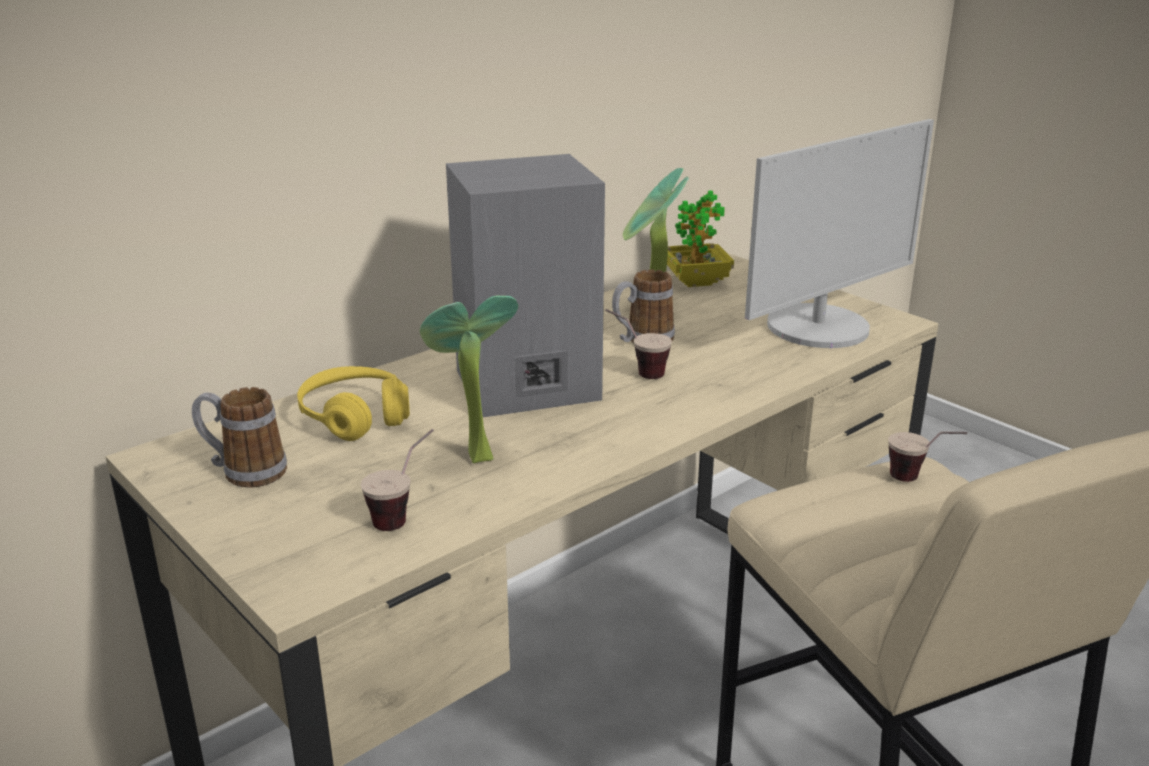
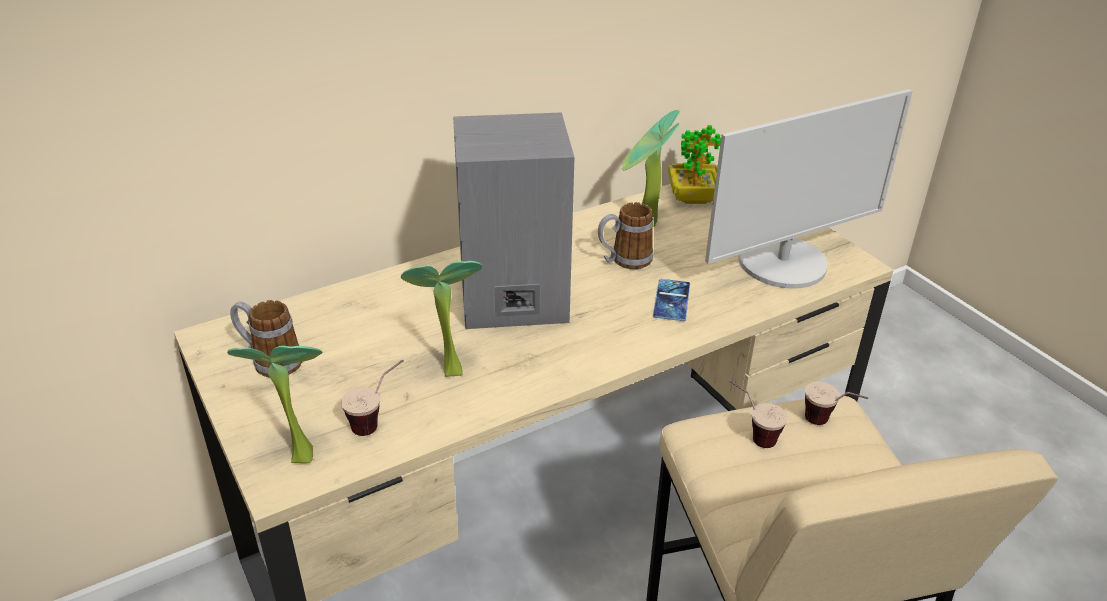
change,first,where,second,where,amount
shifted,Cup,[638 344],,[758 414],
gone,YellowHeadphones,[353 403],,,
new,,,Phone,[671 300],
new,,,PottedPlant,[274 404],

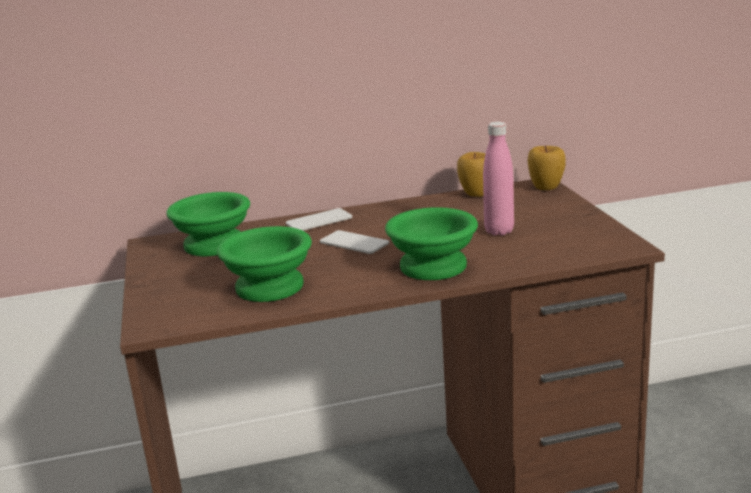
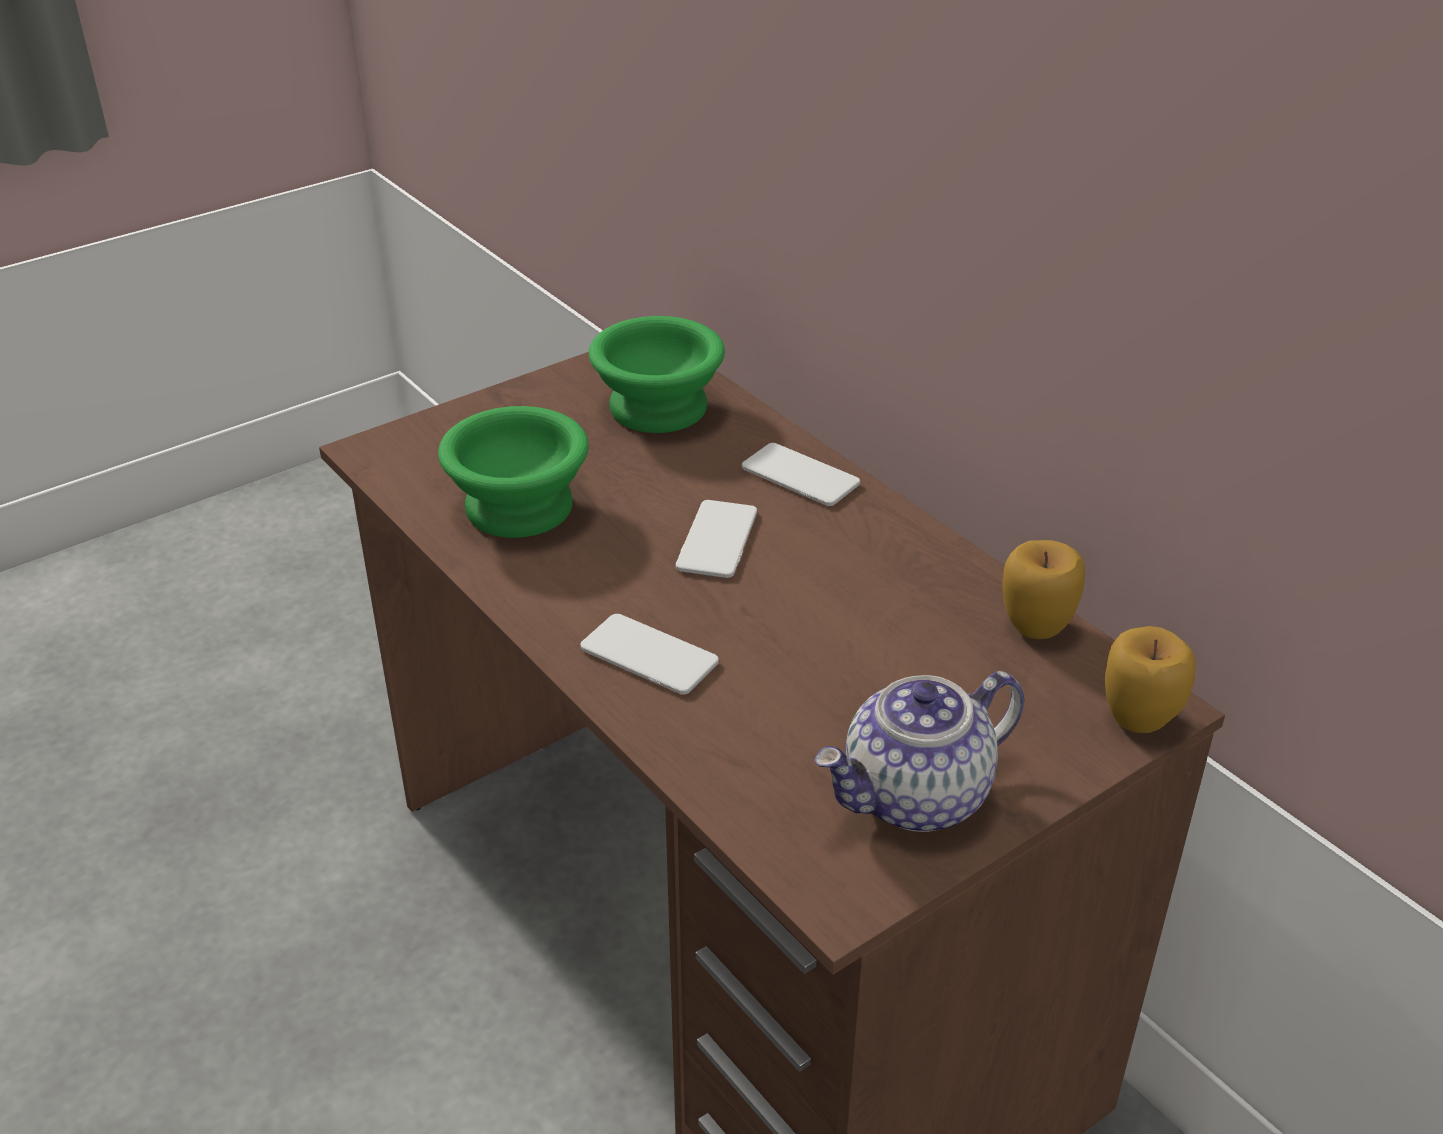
change,first,where,second,where,amount
gone,PinkBottle,[498 178],,,
swapped,GreenBowl,[431 243],Phone,[649 654],
new,,,Teapot,[919 751],

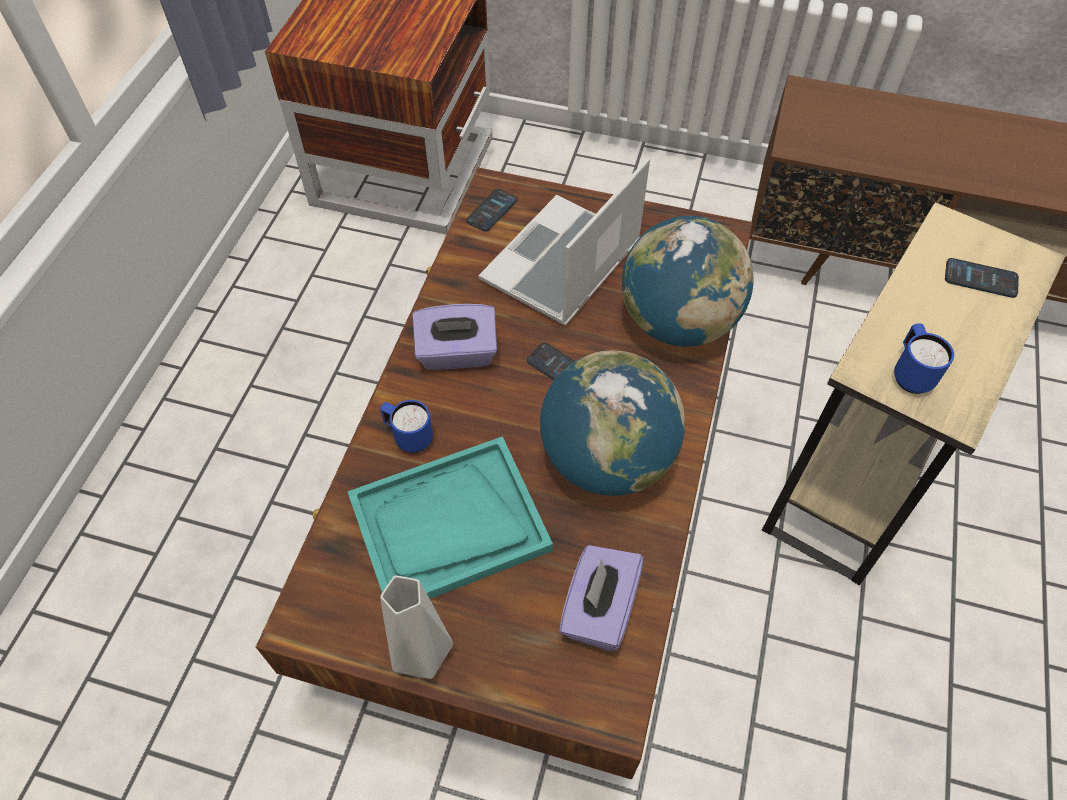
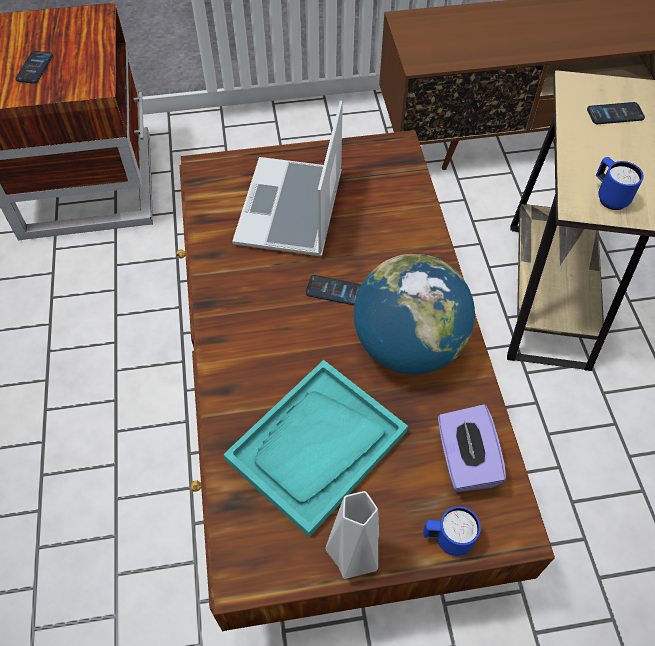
change,first,where,second,where,amount
shifted,Phone,[491 210],,[34 67],
gone,Globe,[687 281],,,
gone,PurpleTissueBox,[455 337],,,
shifted,BlueMug,[406 426],,[452 531],

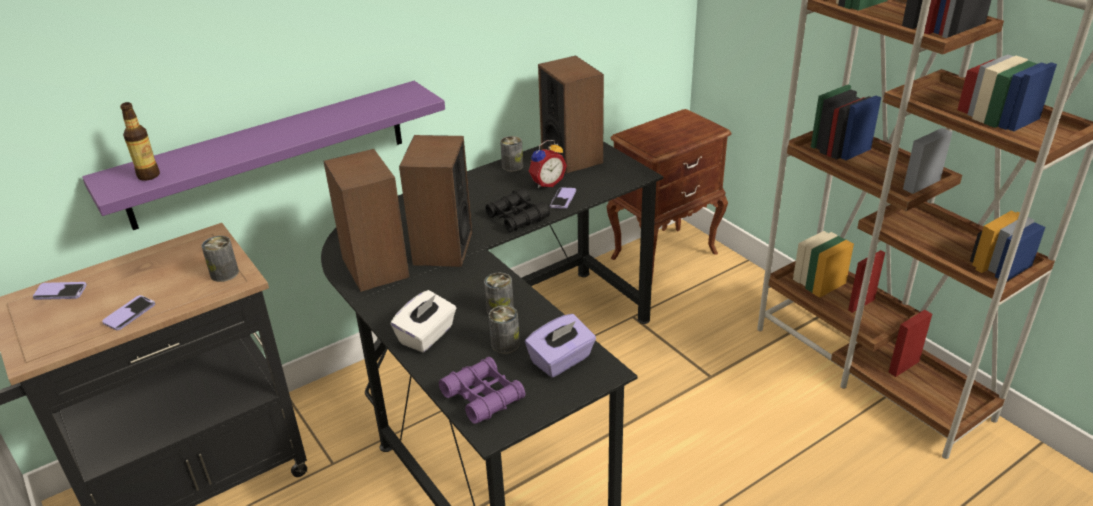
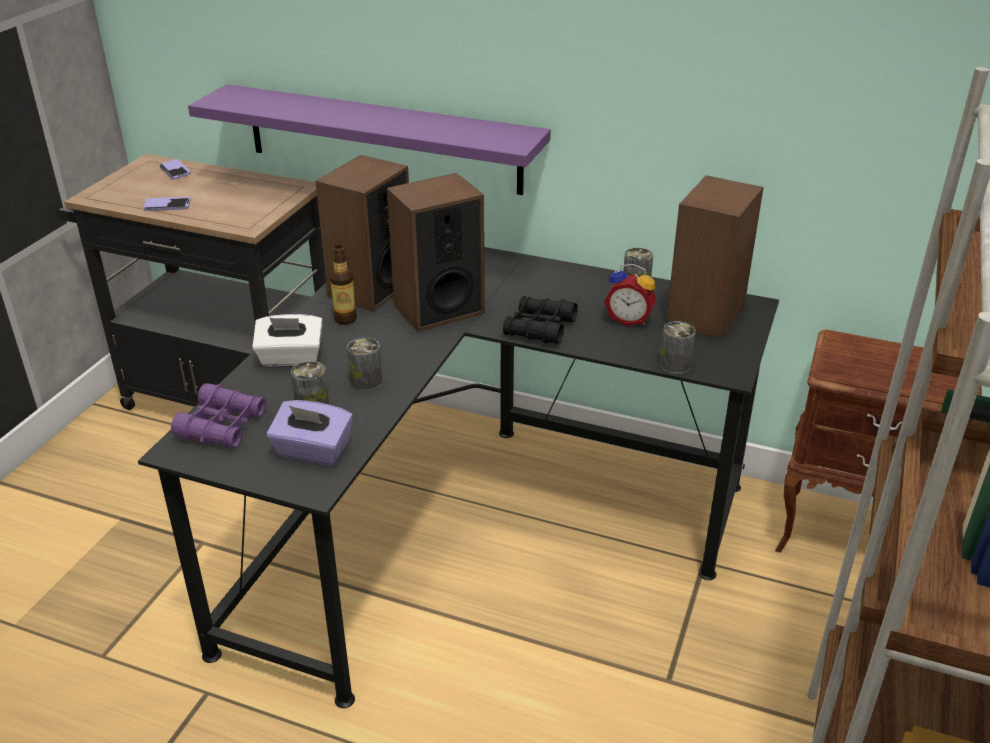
change,first,where,second,where,amount
shifted,Bottle,[140 141],,[343 285],
gone,Phone,[563 198],,,
shifted,Can,[220 259],,[678 347],

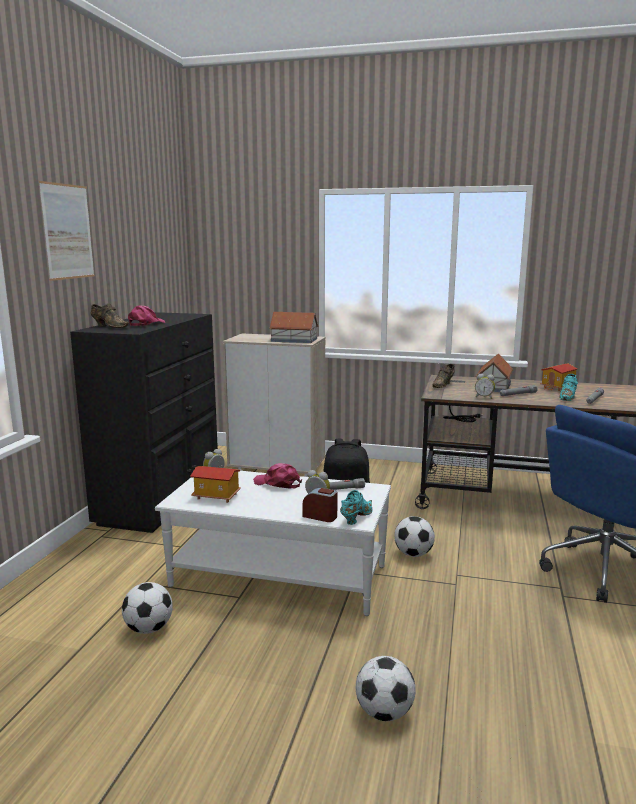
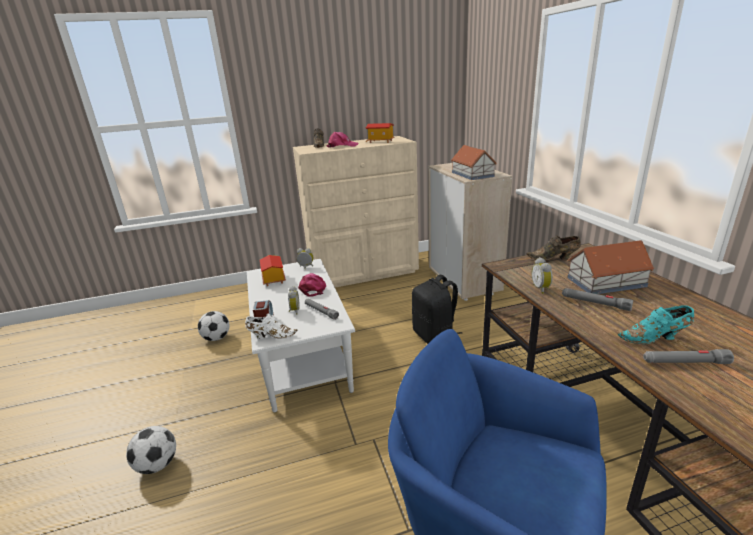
change,first,where,second,where,amount
gone,Picture,[67 231],,,
repainted,BlackDresser,[144 422],BeigeDresser,[356 212],
shifted,ToyHouse,[559 377],,[380 133],
repainted,TurquoiseShoe,[356 507],WhiteShoe,[271 326],
gone,Football,[414 536],,,

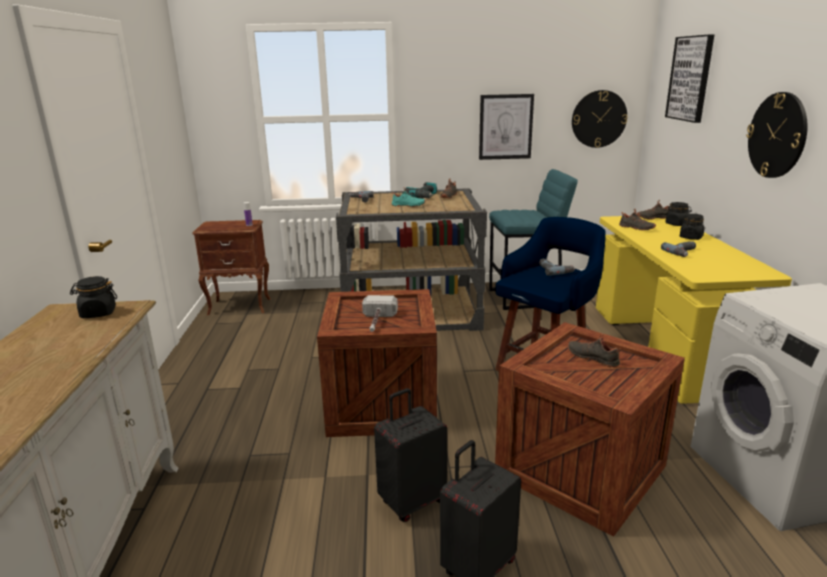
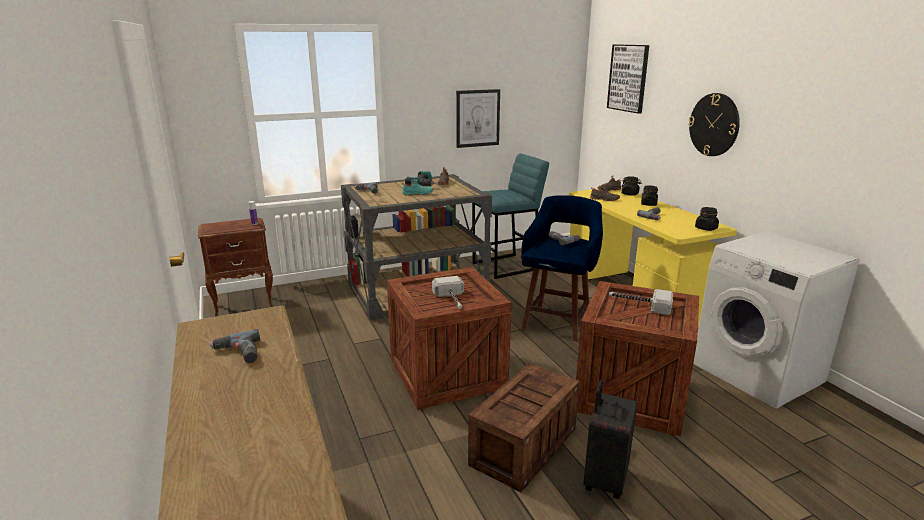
change,first,where,second,where,amount
gone,WallClock,[600 119],,,
shifted,BlackJar,[93 297],,[707 219],
swapped,BlackShoe,[594 350],Hammer,[641 302],
swapped,BlackSuitcase,[410 455],Crate,[524 427],
new,,,PowerDrill,[235 346],

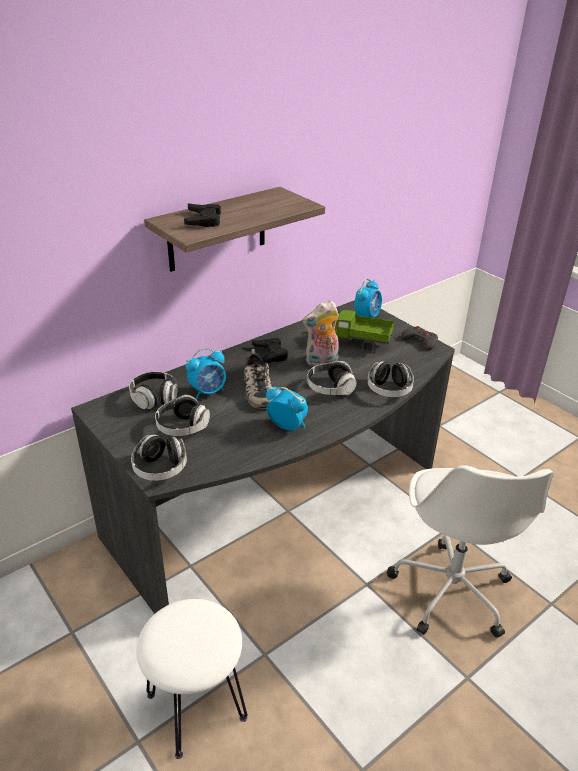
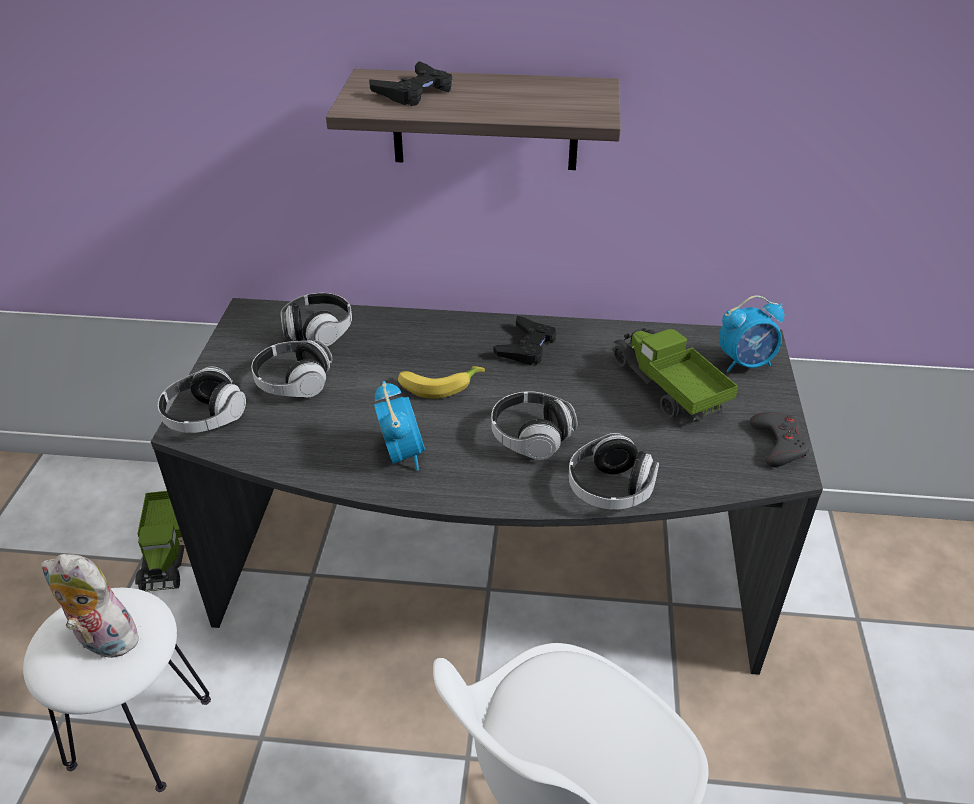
change,first,where,second,where,amount
shifted,PlushToy,[321 333],,[92 606],
gone,AlarmClock,[206 373],,,
swapped,Shoe,[258 379],Banana,[441 382],
new,,,ToyTruck,[160 541],

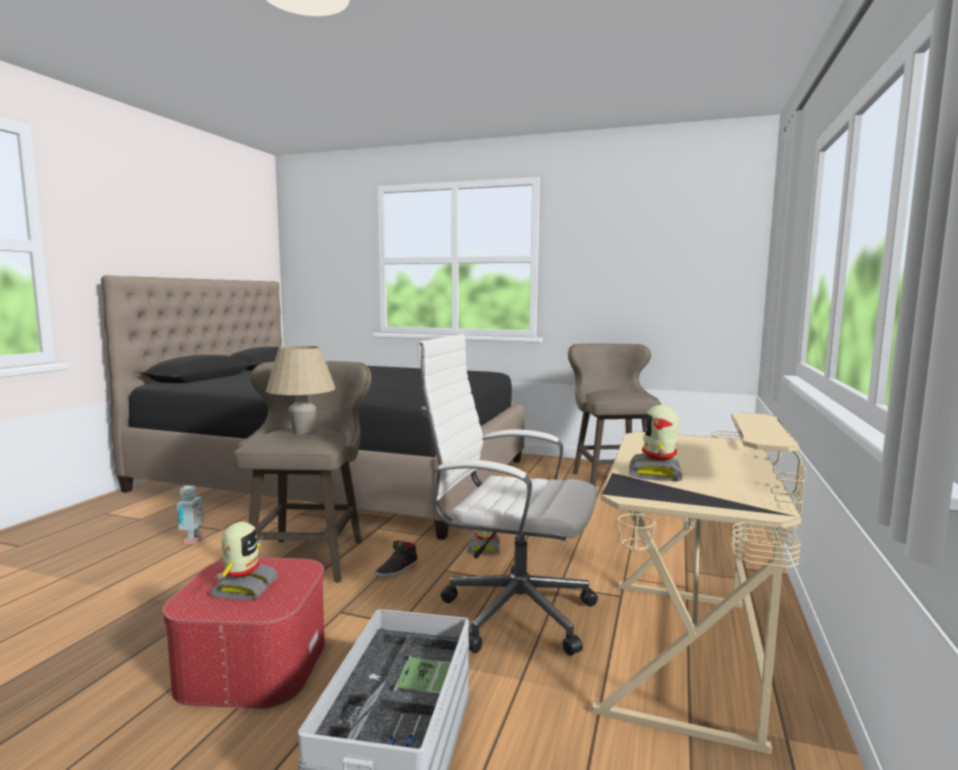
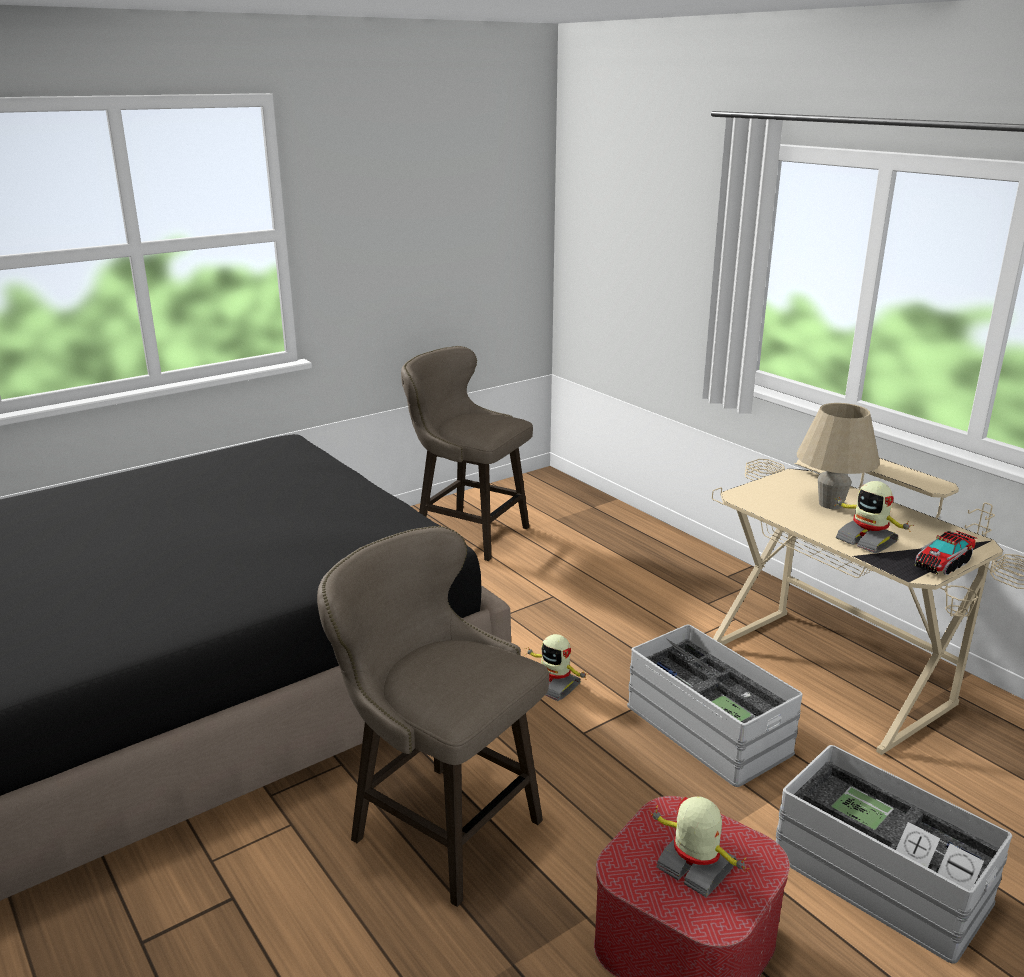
change,first,where,second,where,amount
swapped,WhiteOfficeChair,[508 495],GreyStorageBox,[714 706],
shifted,BeigeTableLamp,[301 389],,[838 456],
gone,ToyRobot,[191 515],,,
gone,BlackShoe,[397 559],,,
new,,,ToyTruck,[946 553],

